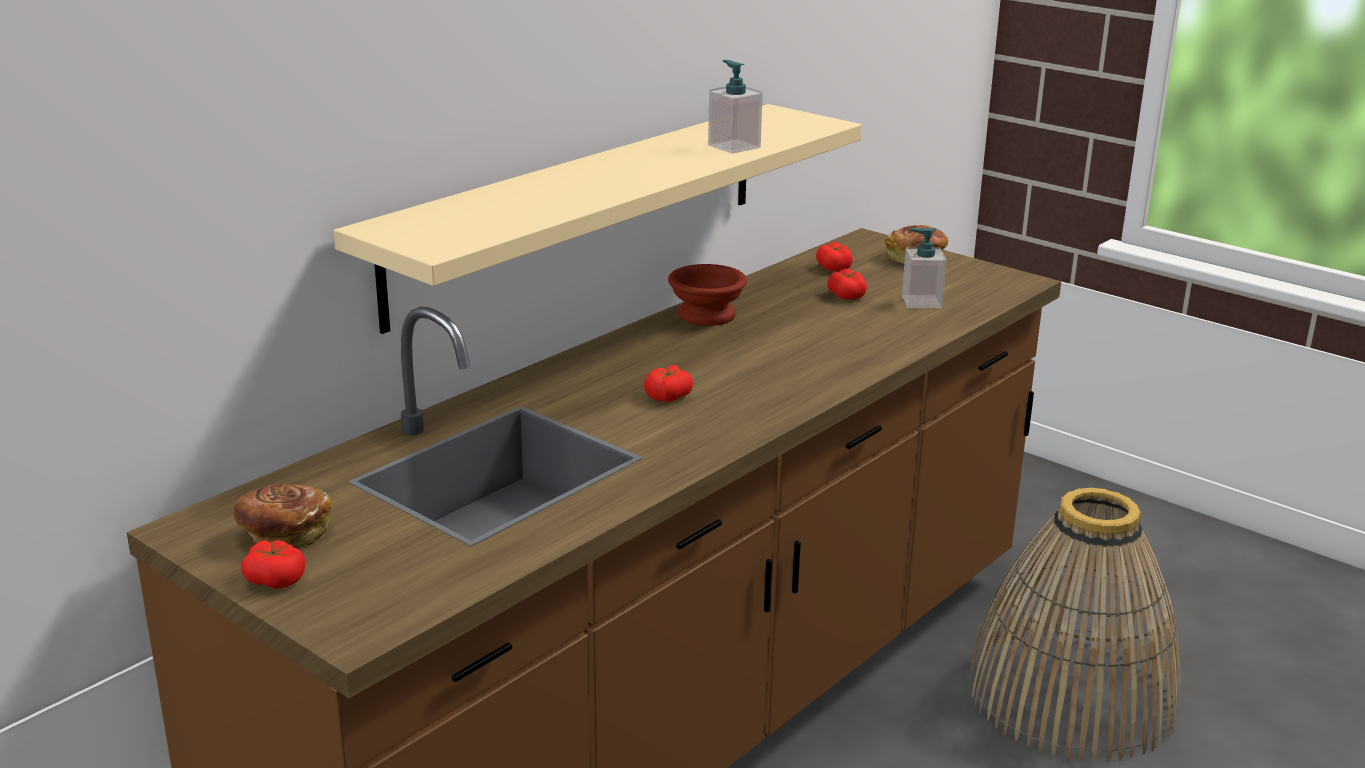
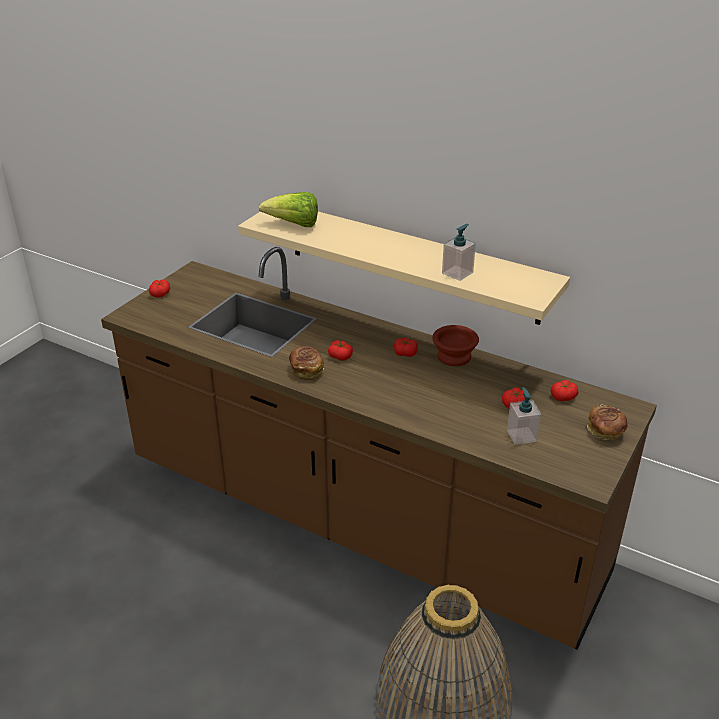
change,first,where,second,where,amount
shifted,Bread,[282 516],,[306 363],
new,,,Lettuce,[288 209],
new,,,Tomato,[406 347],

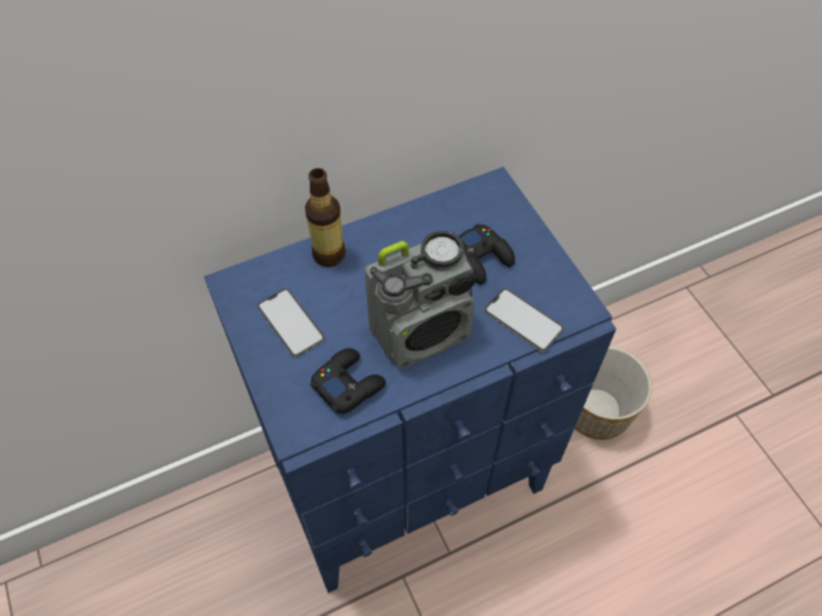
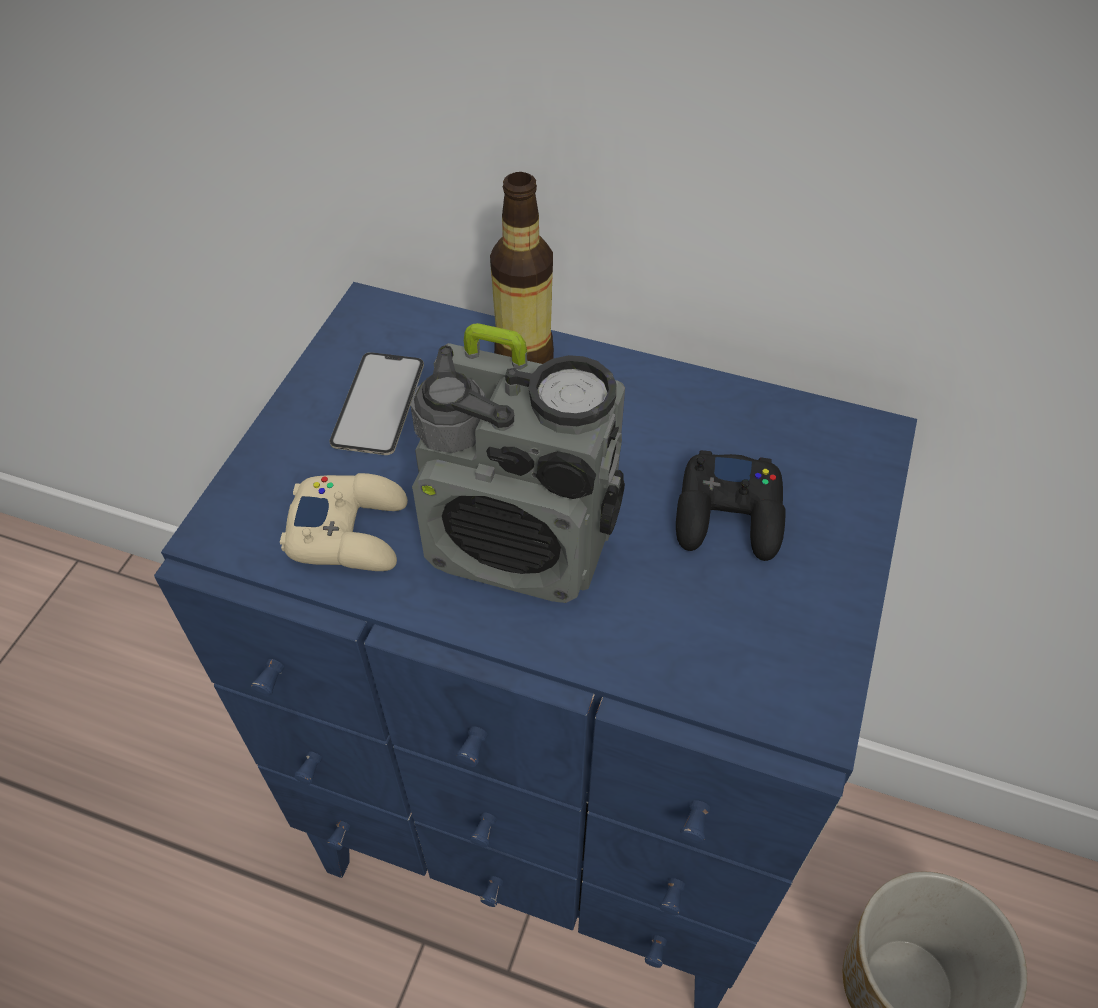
change,first,where,second,where,amount
gone,Phone,[524 320],,,
repainted,BlackGameController,[348 381],BeigeGameController,[344 522],

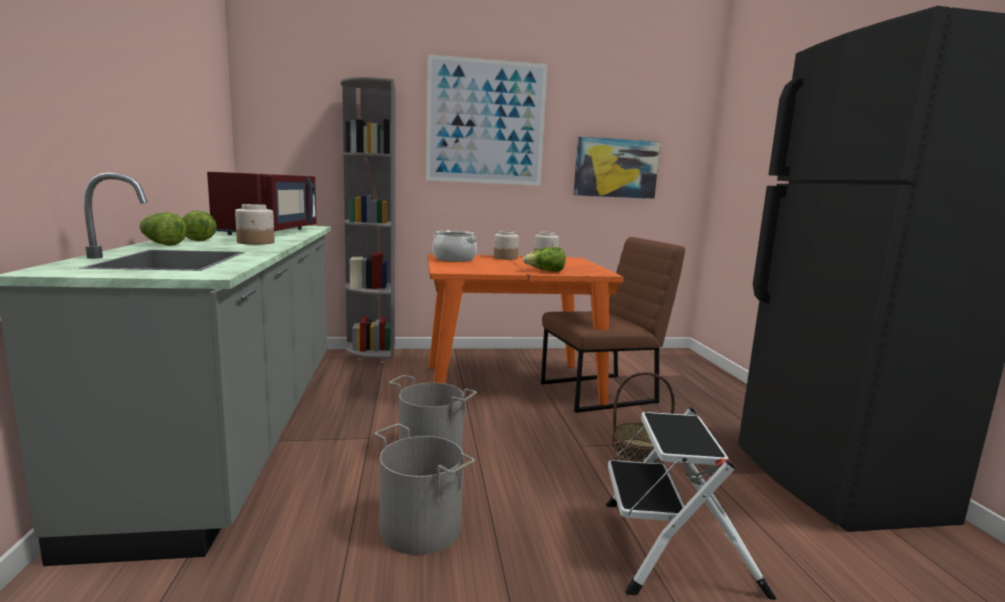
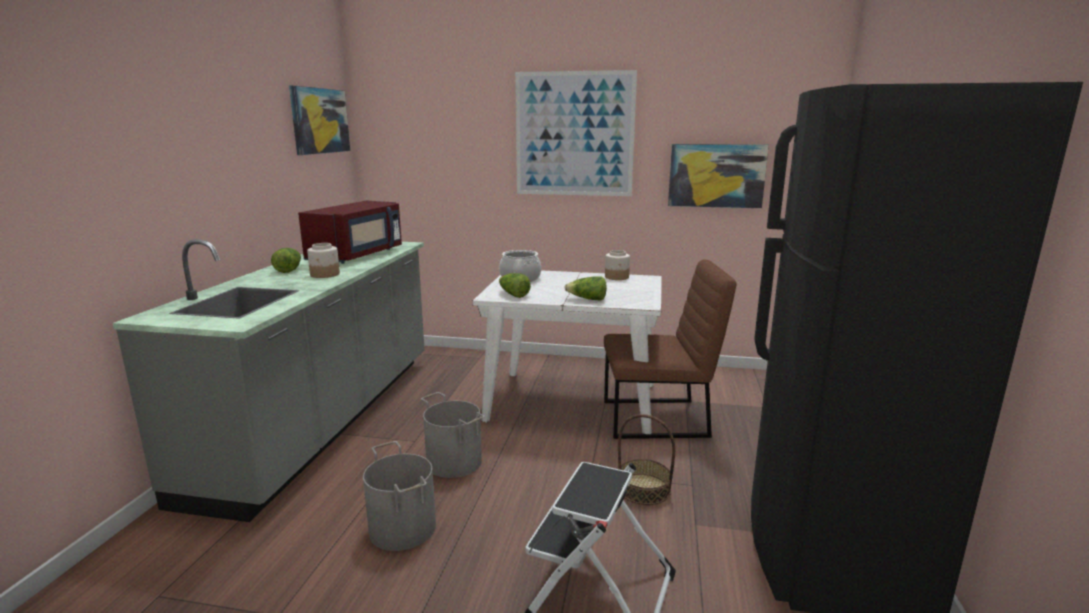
change,first,where,second,where,amount
gone,GreyBookcase,[367 220],,,
shifted,Lettuce,[163 229],,[515 285],
gone,Jar,[506 245],,,
repainted,OrangeDiningTable,[526 329],WhiteDiningTable,[567 352],
new,,,Picture,[319 120],

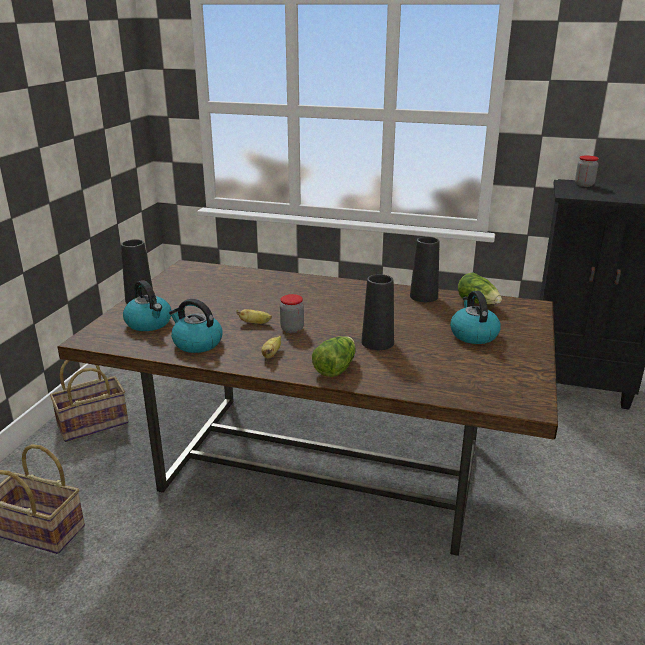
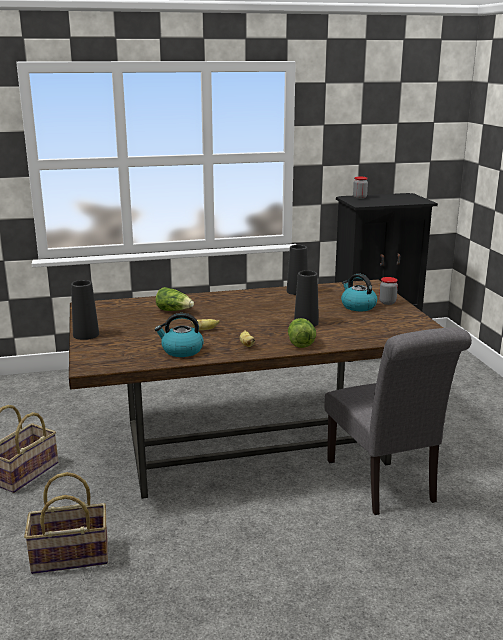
change,first,where,second,where,amount
shifted,Lettuce,[480 288],,[175 299],
gone,Kettle,[147 305],,,
shifted,Jar,[292 313],,[388 291],
new,,,GreyChair,[398 421],

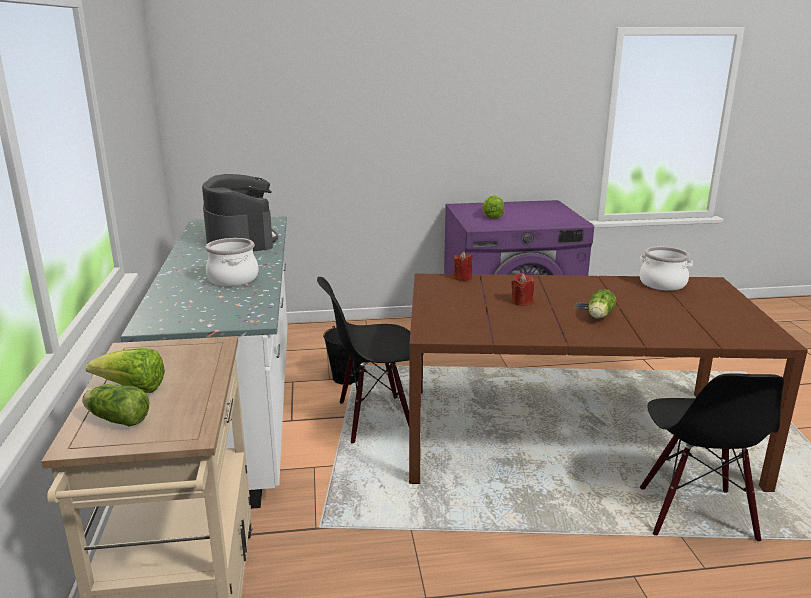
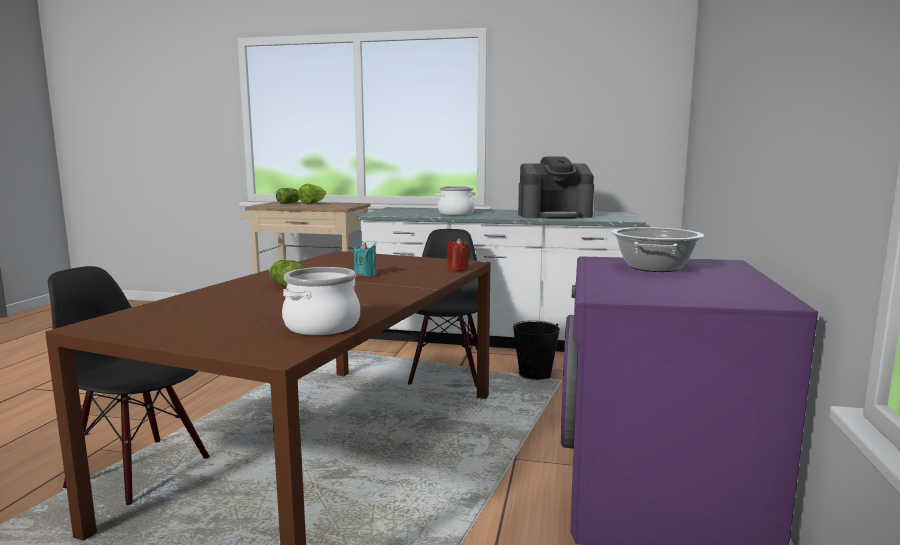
change,first,where,second,where,amount
swapped,Lettuce,[493 207],CookingPot,[657 249],
repainted,RedCandle,[522 289],TurquoiseCandle,[365 259],

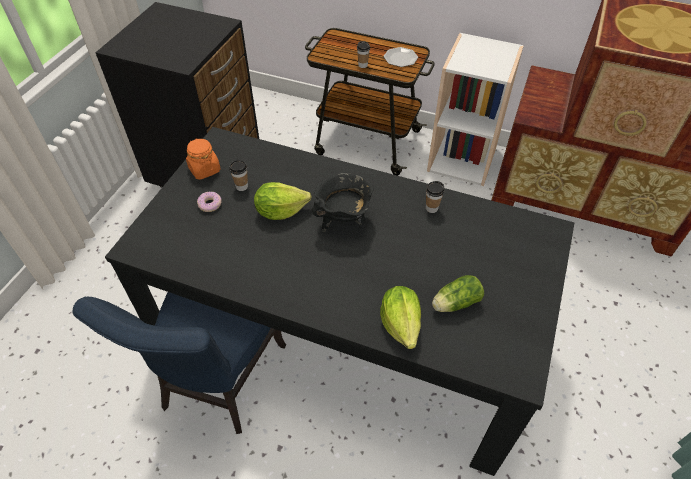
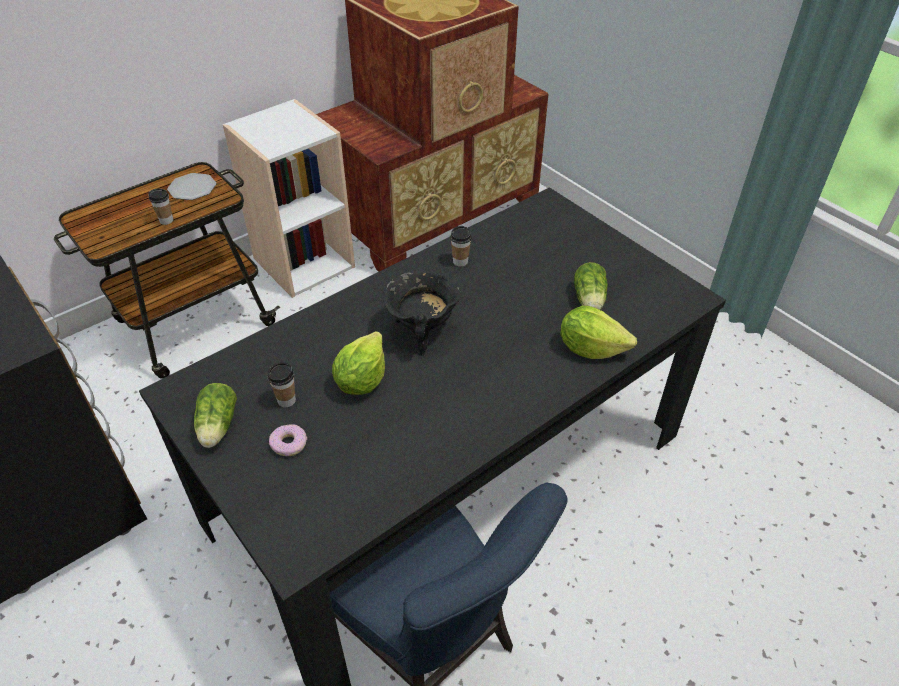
change,first,where,second,where,amount
swapped,OrangeJar,[203 159],Lettuce,[215 415],

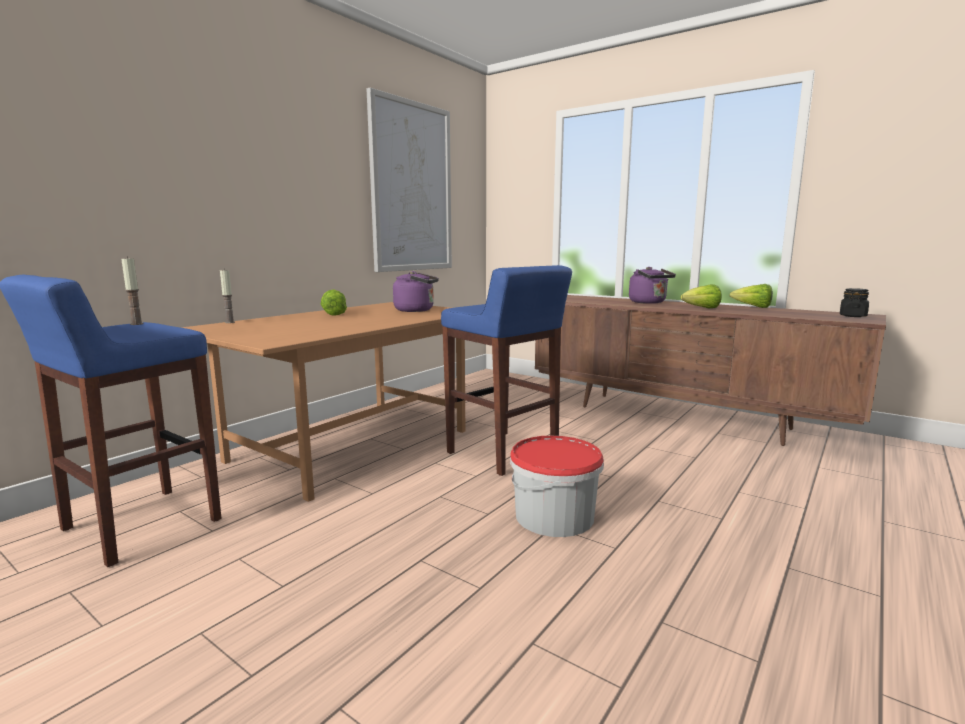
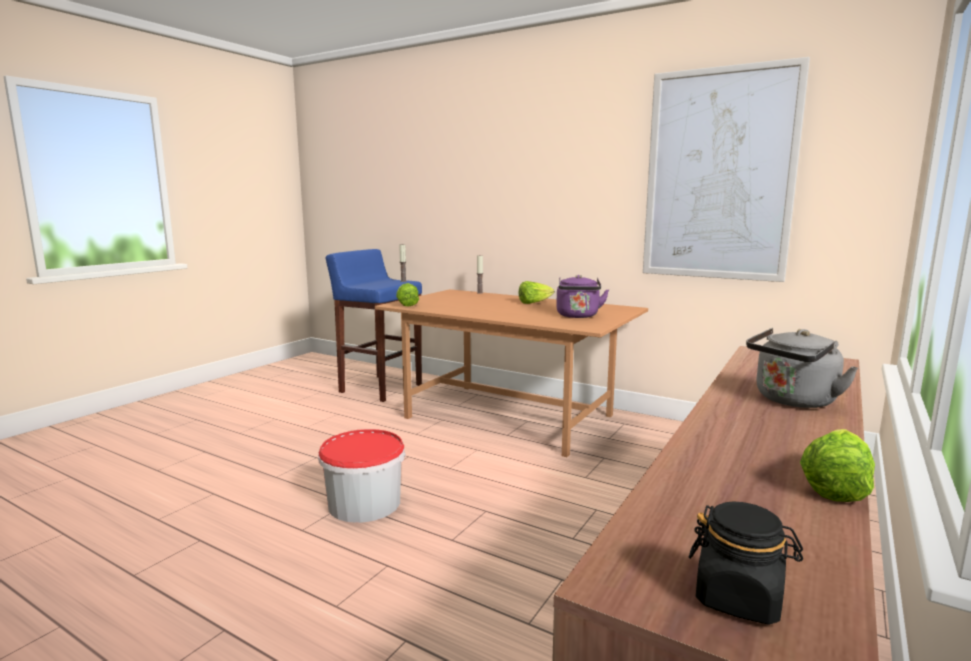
change,first,where,second,where,amount
gone,BlueStool,[506 370],,,
repainted,PurpleKettle,[652 285],GreyKettle,[802 368],
shifted,Lettuce,[701 296],,[407 295],

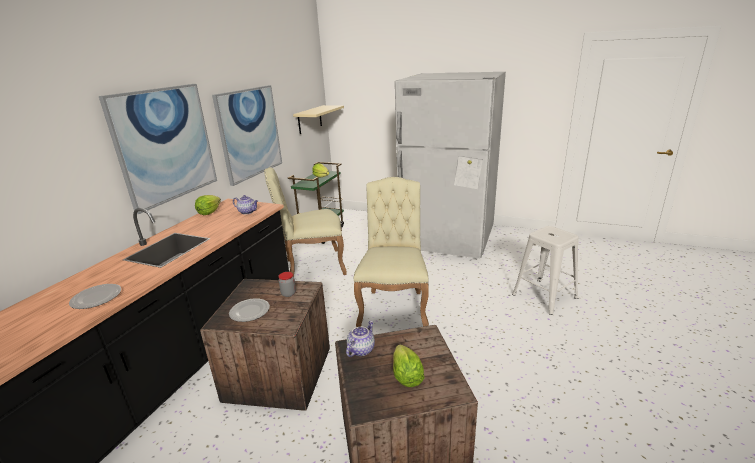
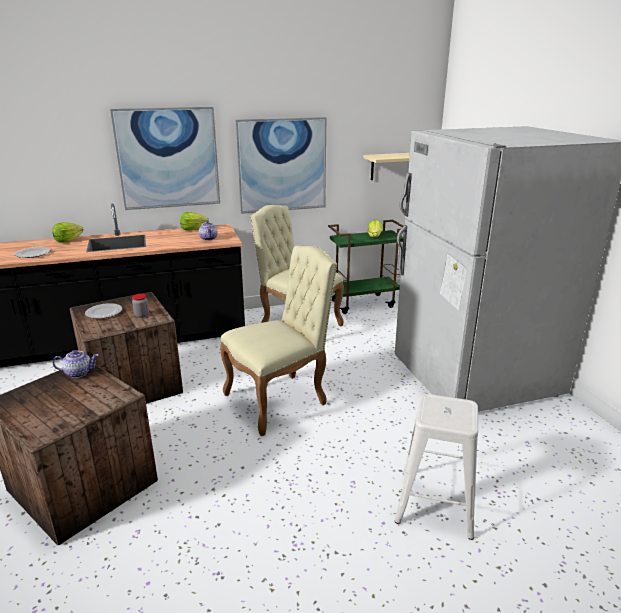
change,first,where,second,where,amount
shifted,Lettuce,[409 366],,[67 232],

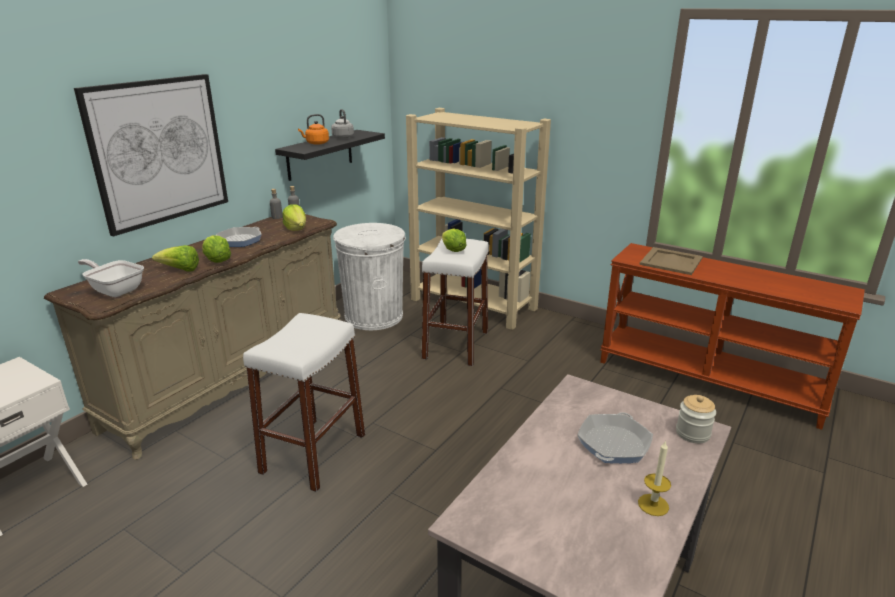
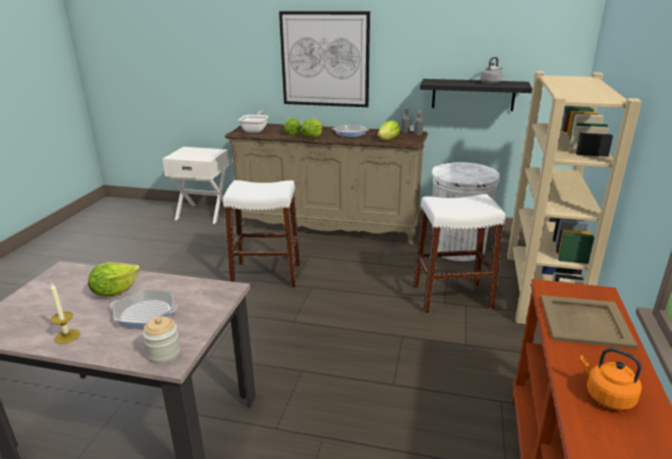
change,first,where,second,where,amount
shifted,OrangeKettle,[313 129],,[611 379],
shifted,Lettuce,[454 240],,[114 279],

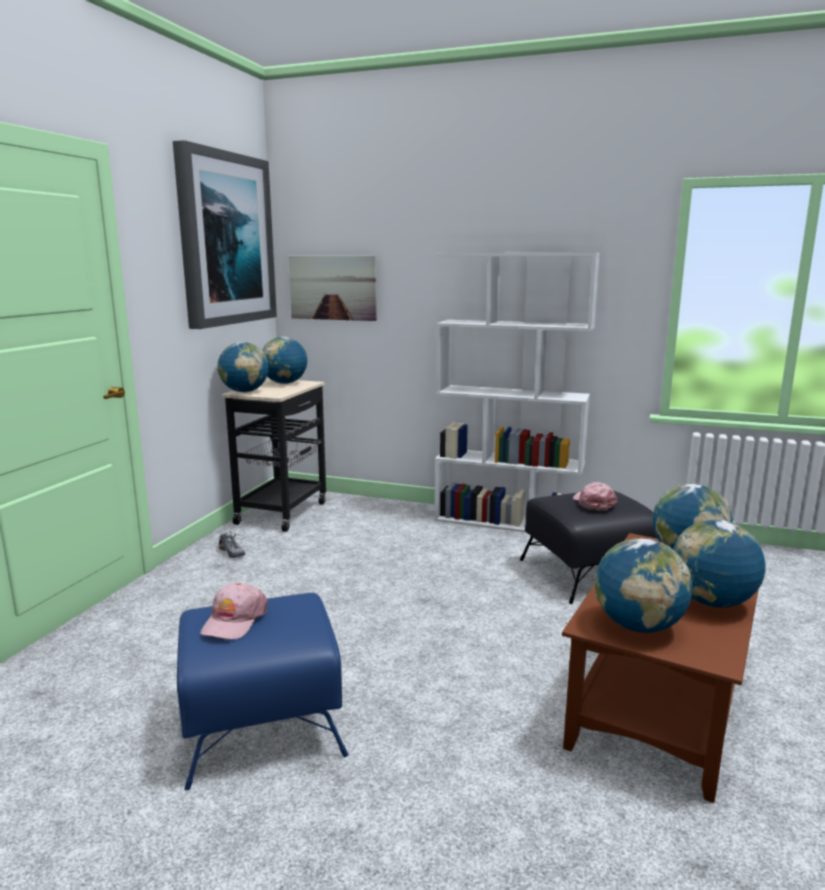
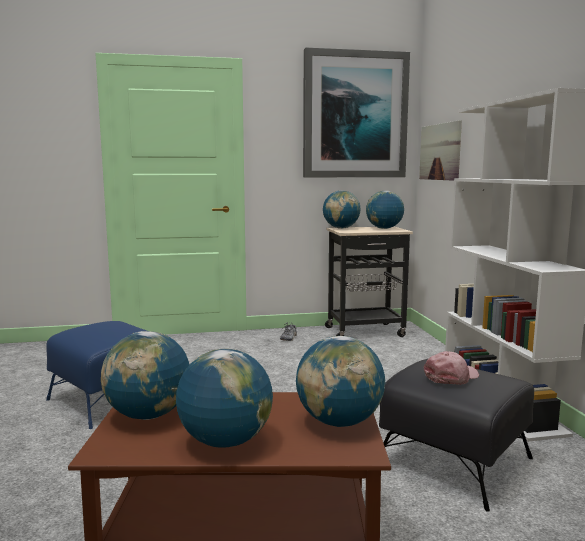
change,first,where,second,where,amount
gone,PinkCap,[234 611],,,

